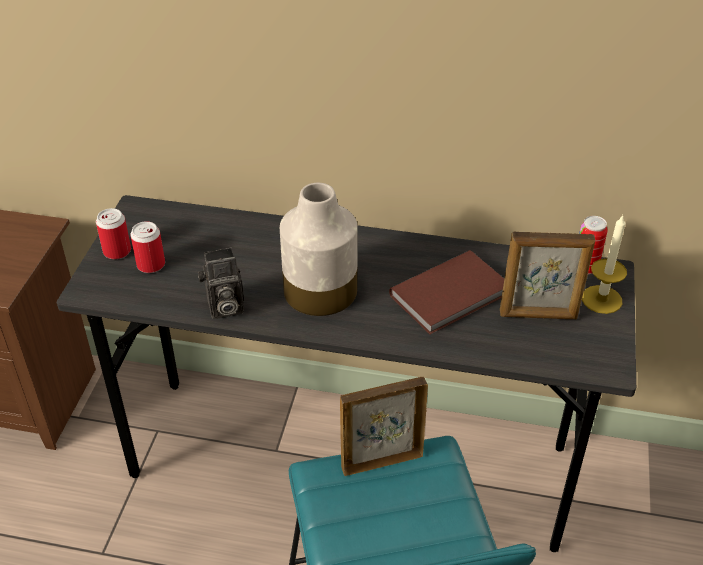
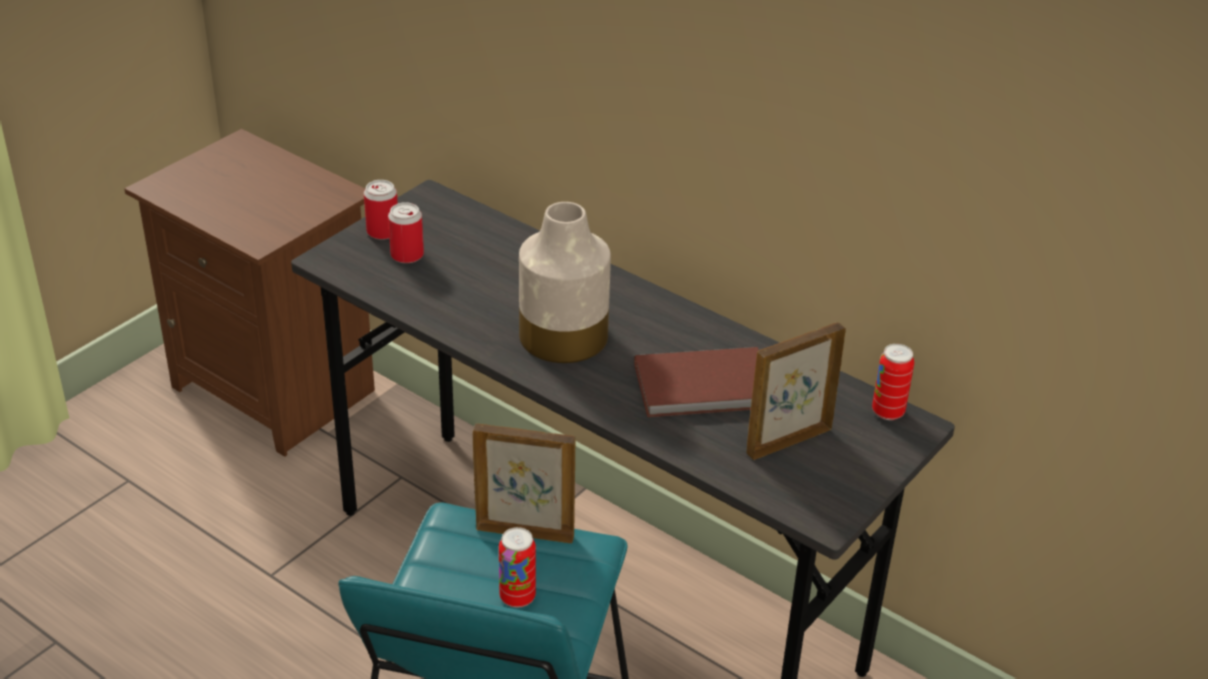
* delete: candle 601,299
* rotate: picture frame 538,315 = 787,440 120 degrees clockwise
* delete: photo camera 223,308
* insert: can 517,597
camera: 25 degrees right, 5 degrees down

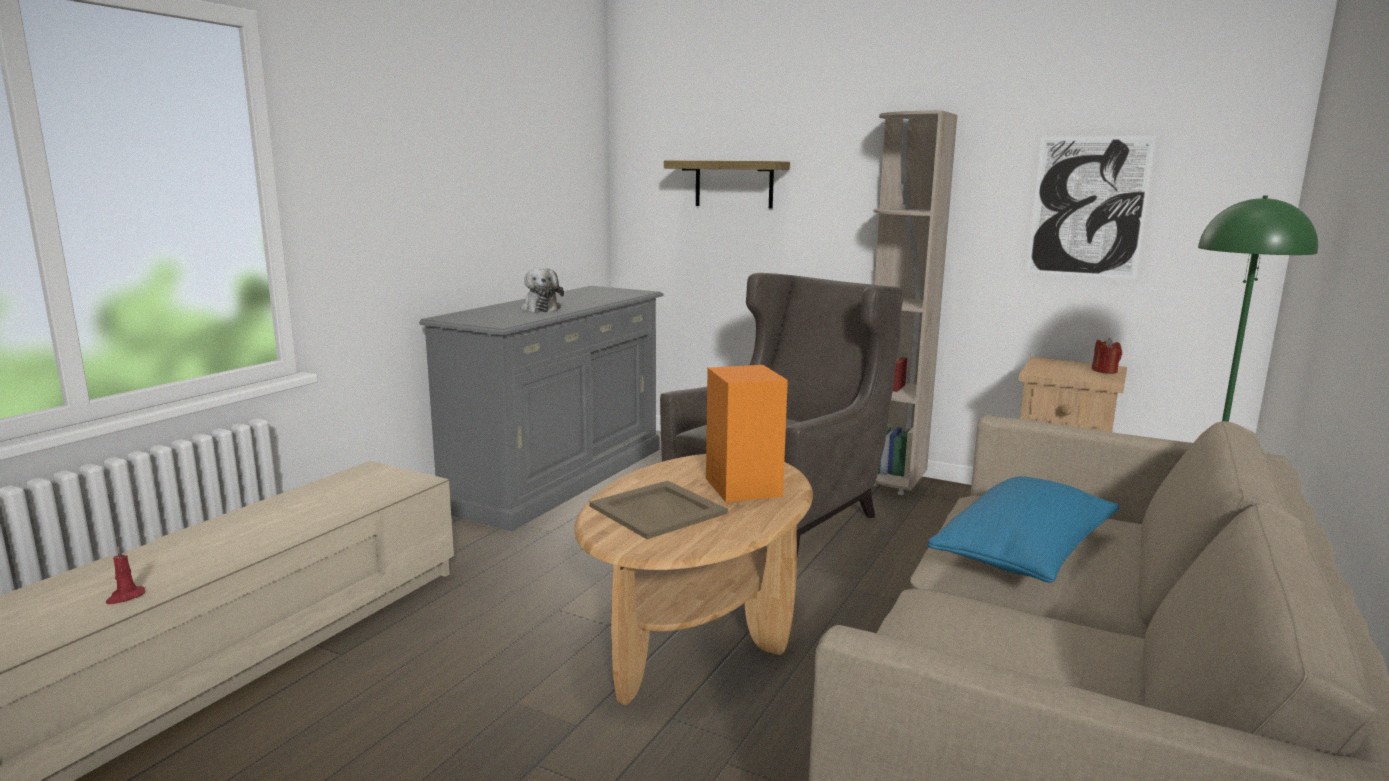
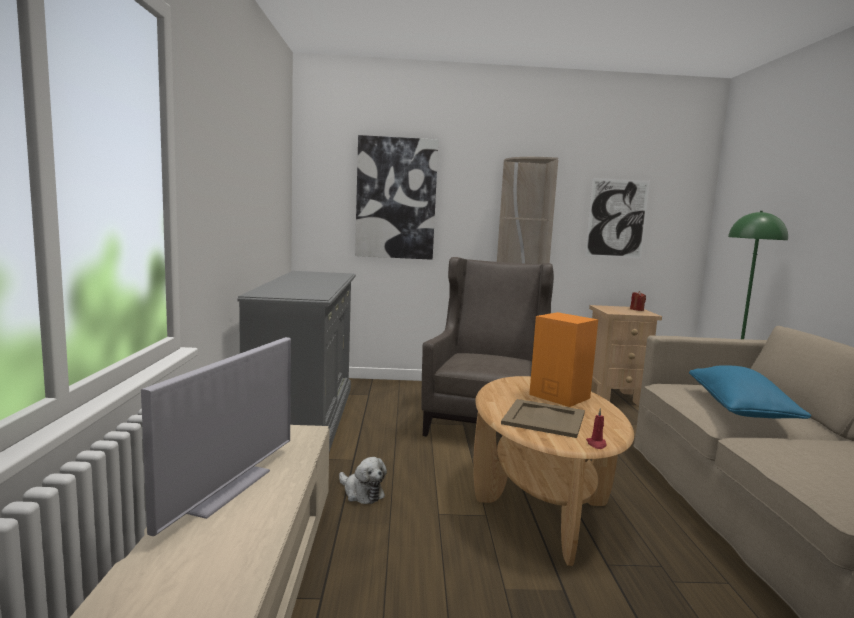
* replace: shelf 734,184 to picture 396,198
* move: plush toy 540,308 to 361,493
* move: red candle 125,597 to 596,444
* insert: television 225,489
camera: 30 degrees left, 5 degrees down

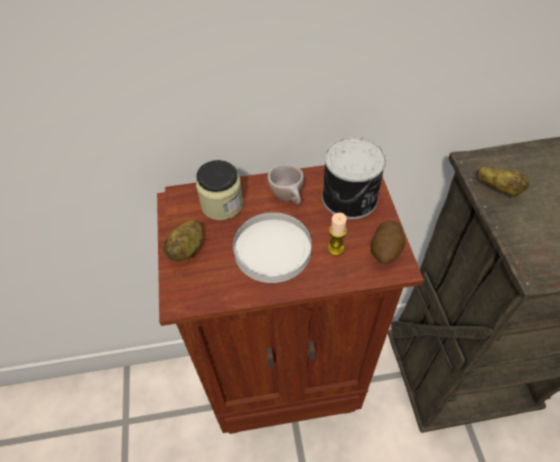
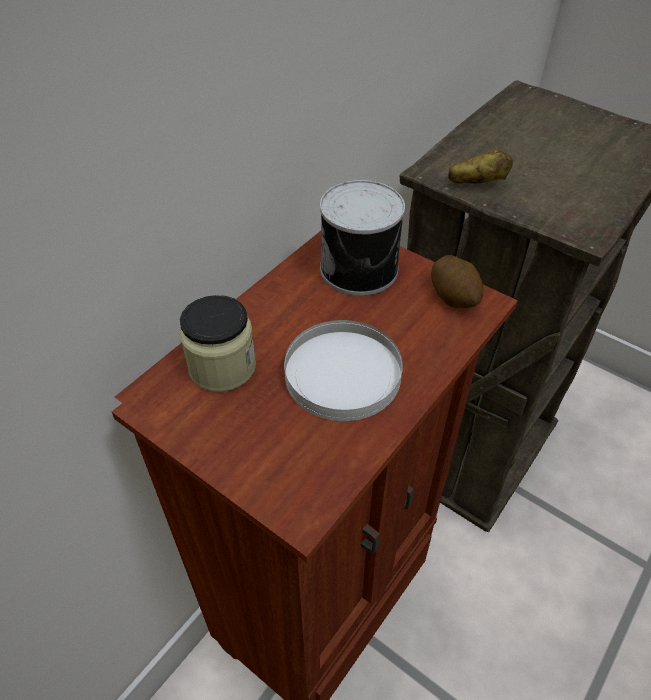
* delete: beige cup 289,198
* delete: candle 335,249
* delete: potato 188,249
camera: 45 degrees left, 5 degrees down

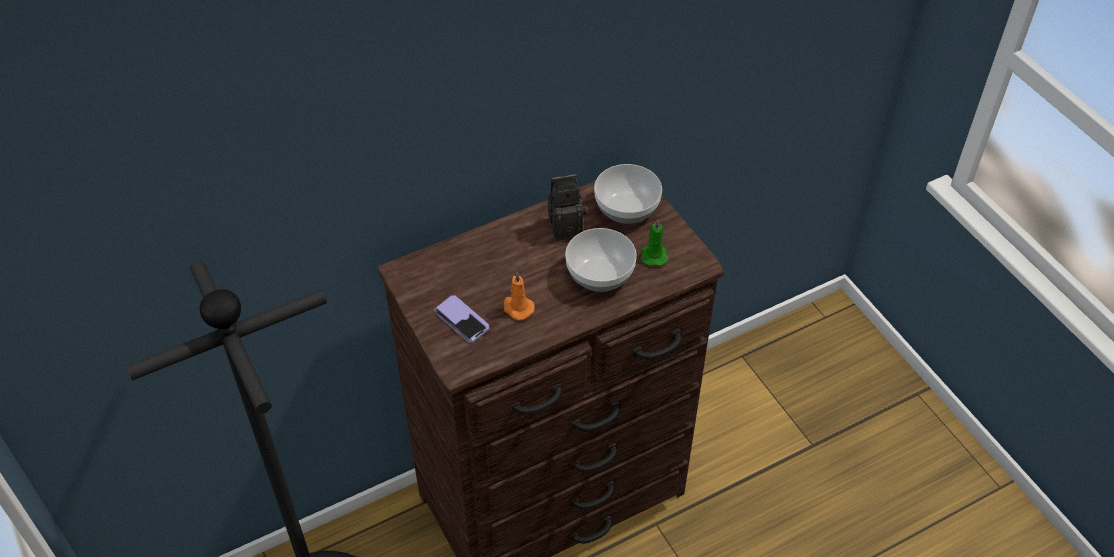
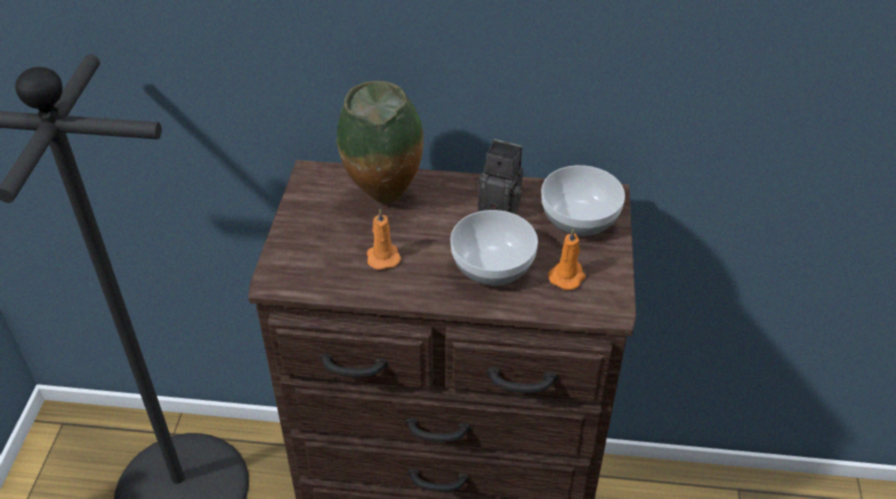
* recolor: green candle 654,255 to orange candle 567,276
* delete: phone 462,320
* insert: vase 385,200
camera: 35 degrees right, 5 degrees down

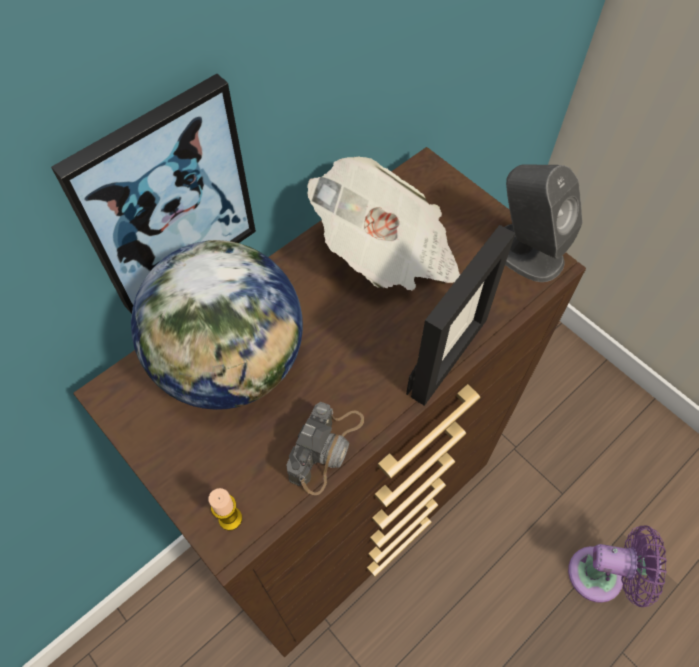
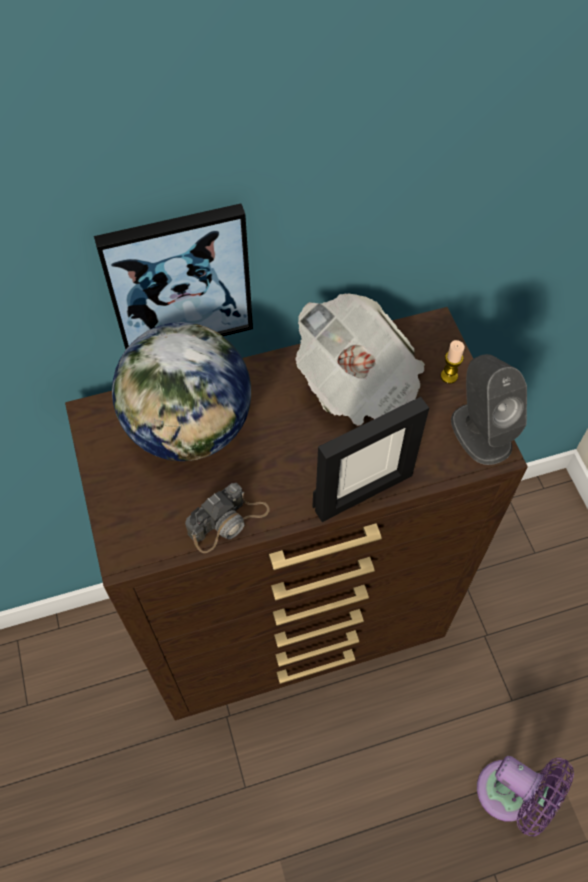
* move: candle 230,518 to 449,376
camera: 25 degrees right, 0 degrees up

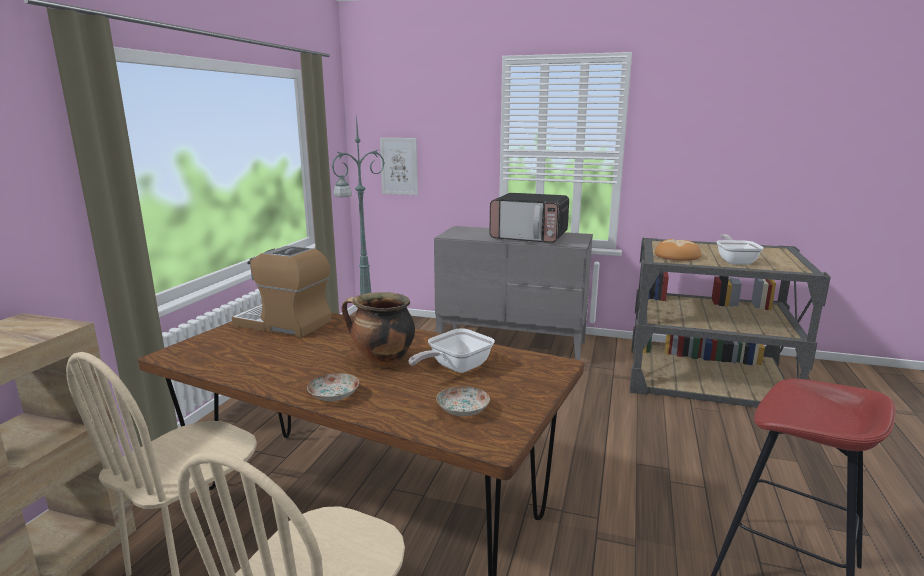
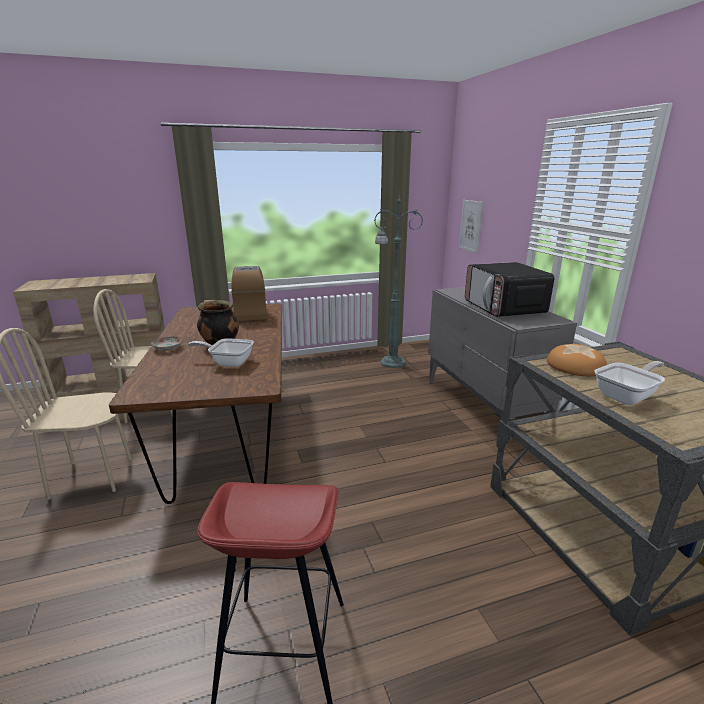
* delete: plate 463,410
camera: 55 degrees right, 5 degrees up

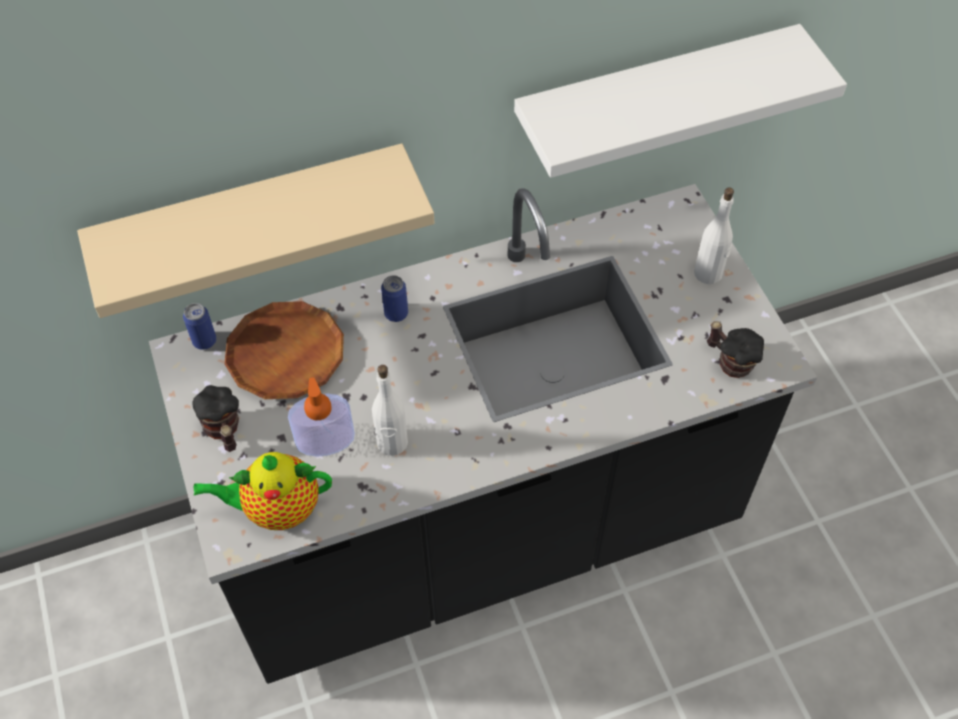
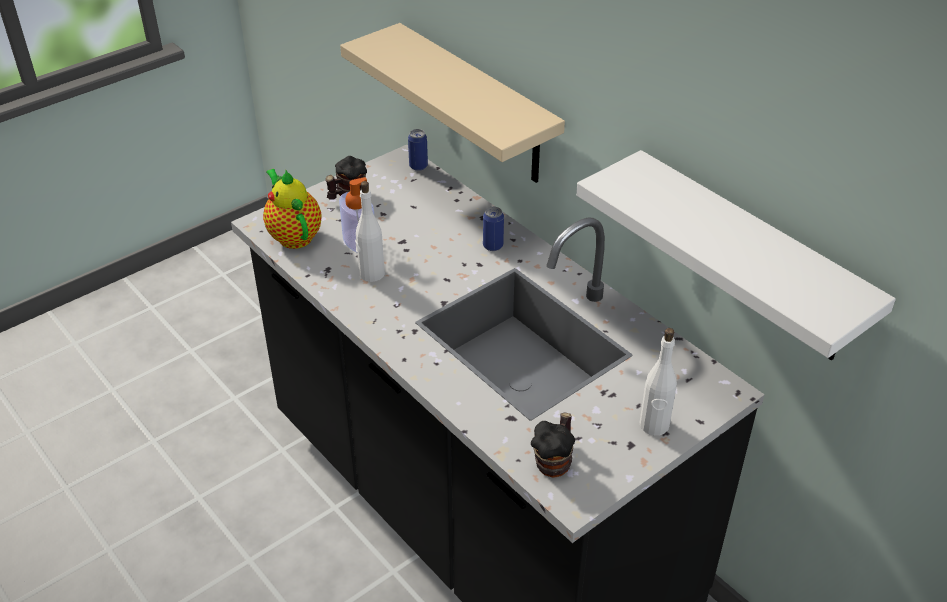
* delete: brown plate 286,355
camera: 70 degrees right, 15 degrees down

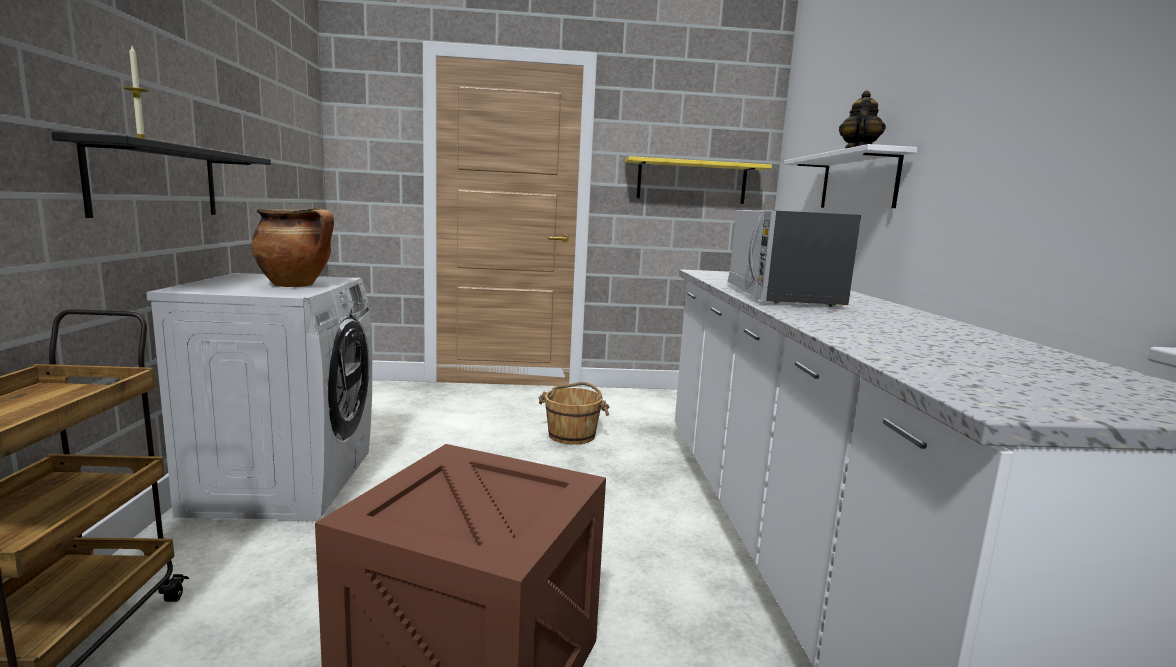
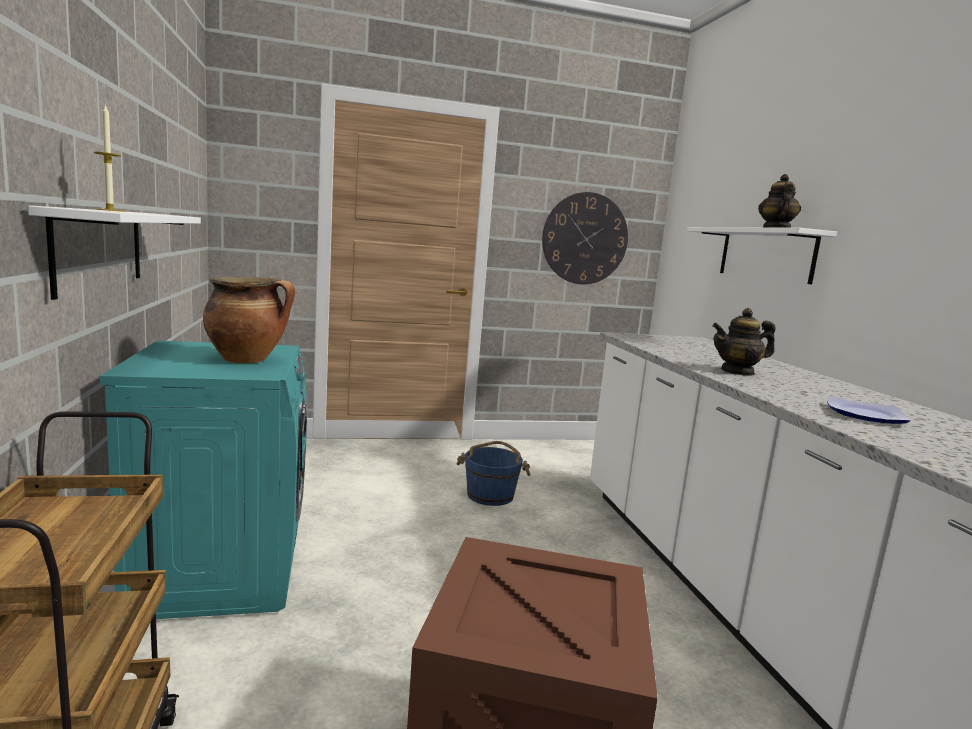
* recolor: black shelf 156,181 to white shelf 99,248
* replace: yellow shelf 691,182 to wall clock 585,238
* replace: microwave 781,296 to teapot 738,372
* recolor: white washing machine 284,485 to turquoise washing machine 221,571
* recolor: brown bucket 572,435 to blue bucket 490,495
* insert: plate 866,415
camera: 10 degrees left, 0 degrees up

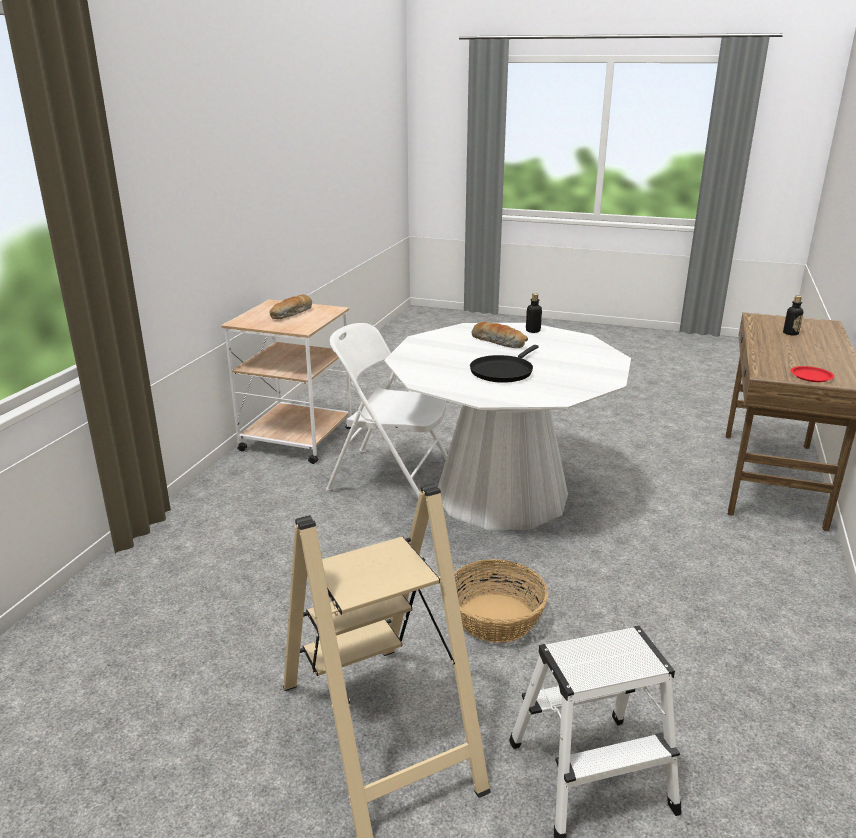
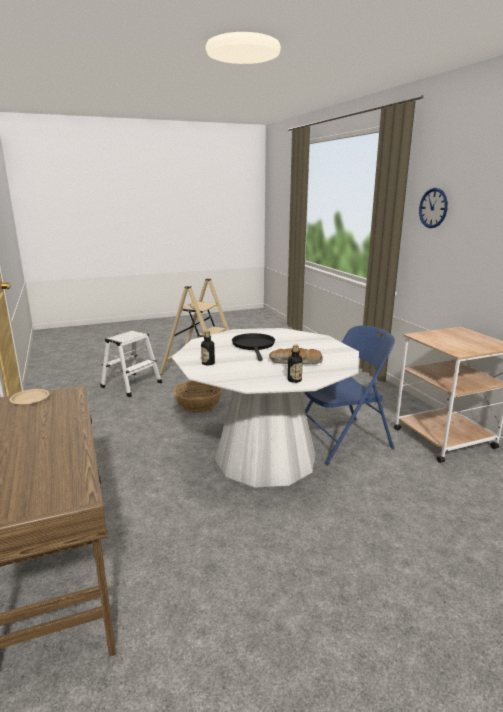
* delete: bread 292,314
* move: bottle 790,333 to 208,363
* recolor: white chair 391,477 to blue chair 342,440
* recolor: red plate 811,377 to beige plate 30,399
* insert: wall clock 433,208
camera: 140 degrees right, 5 degrees down

